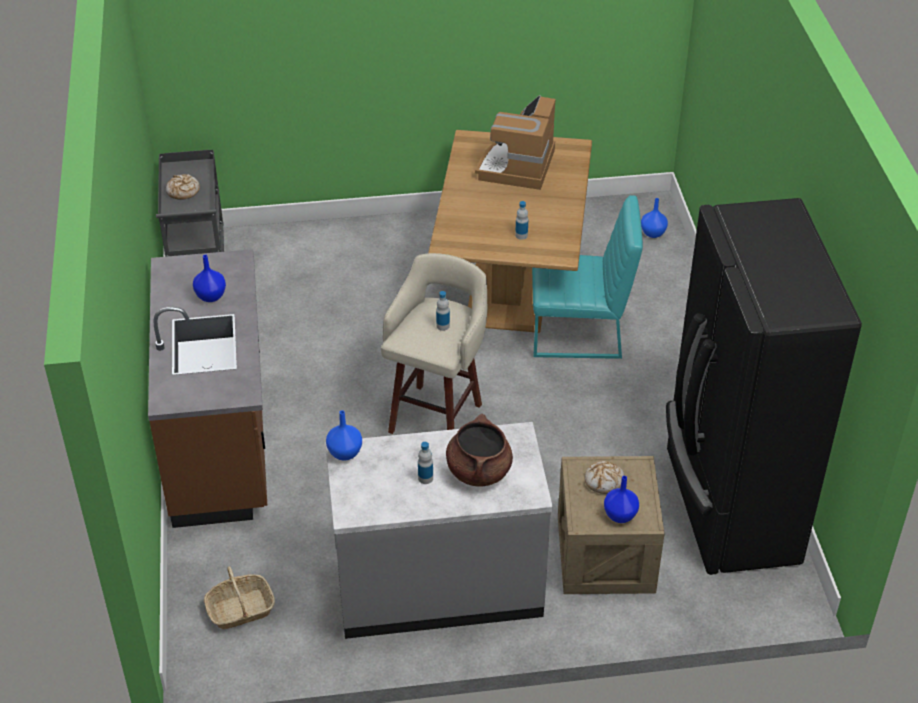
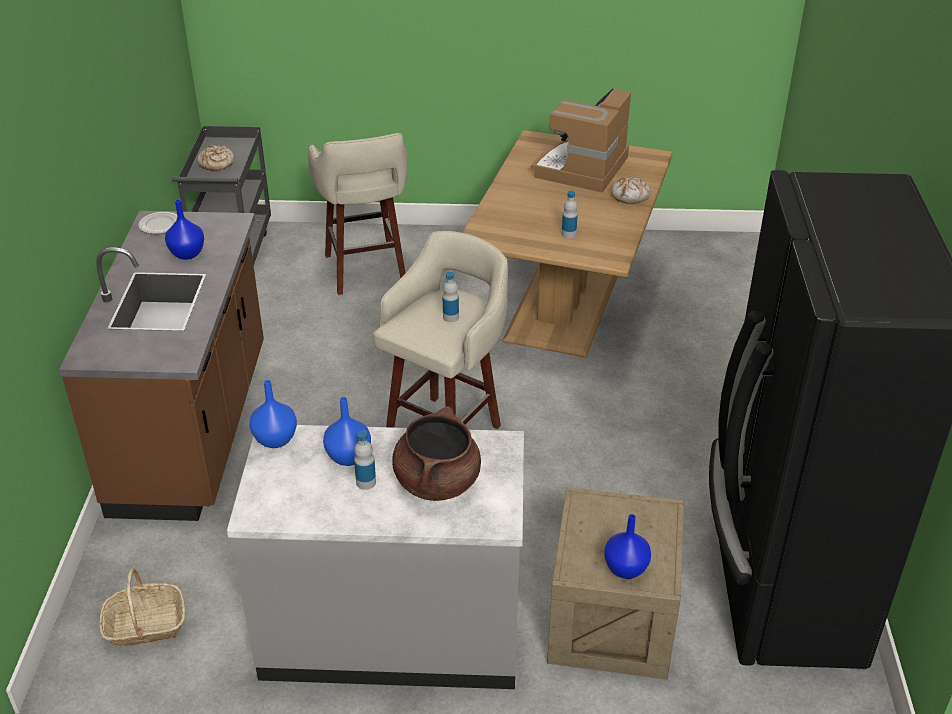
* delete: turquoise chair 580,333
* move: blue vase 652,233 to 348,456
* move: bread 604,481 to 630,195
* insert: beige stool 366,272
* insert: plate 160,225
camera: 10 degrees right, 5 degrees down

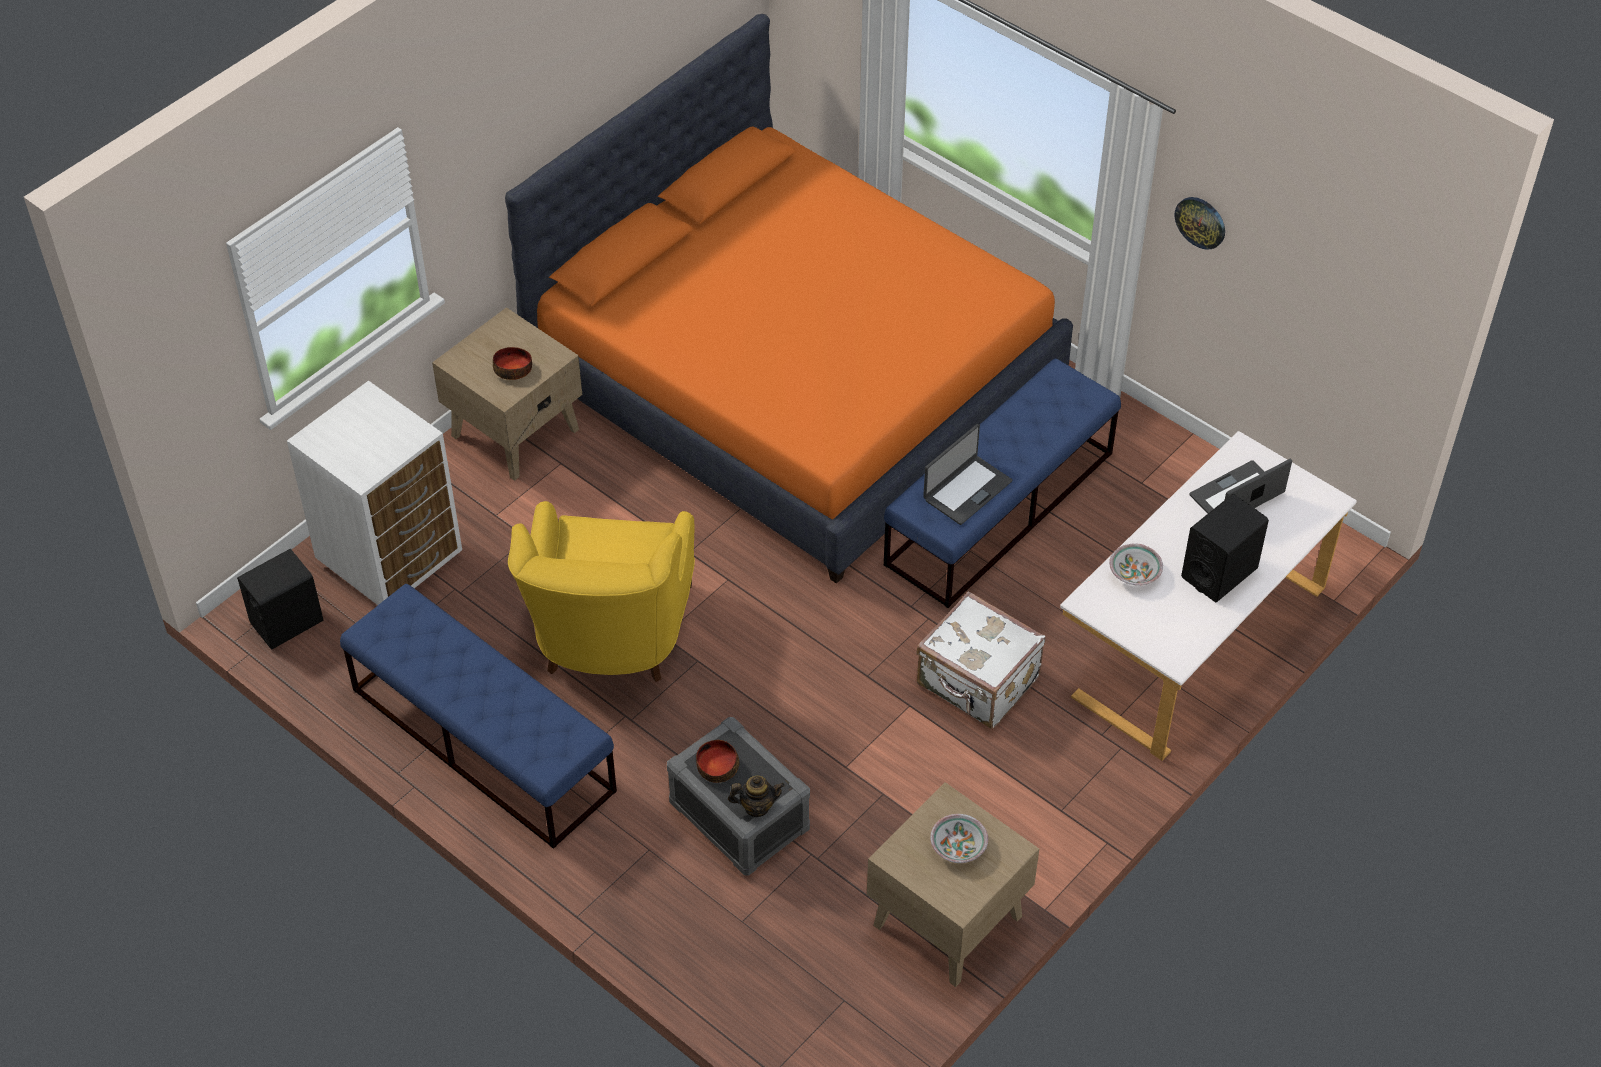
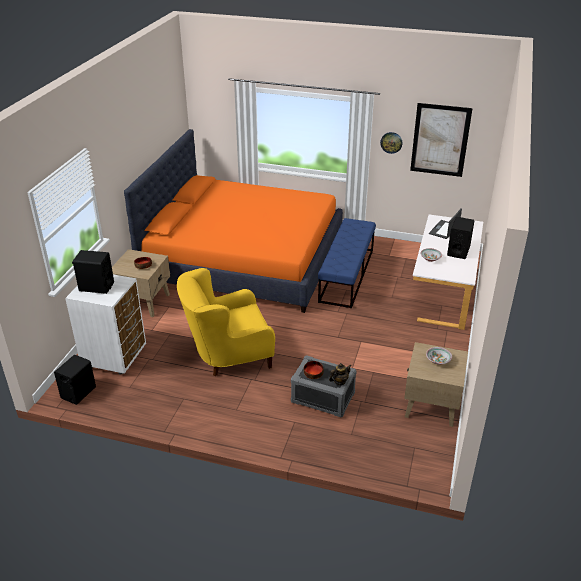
* delete: laptop 966,490
* rotate: yellow armchair 610,640 = 228,356 90 degrees clockwise
* delete: blue bench 482,739
* delete: white suitcase 977,683
* insert: picture 440,140
* insert: black speaker 96,287
camera: 25 degrees left, 15 degrees down

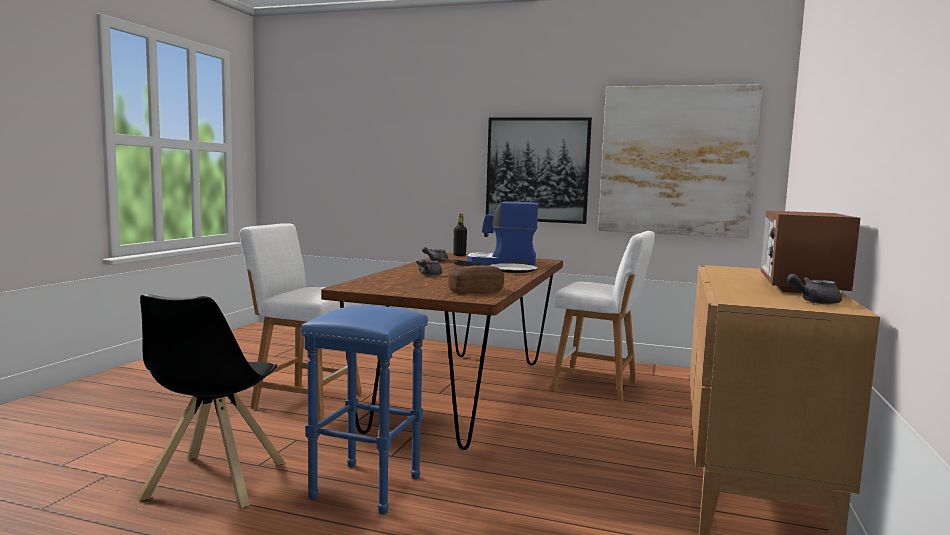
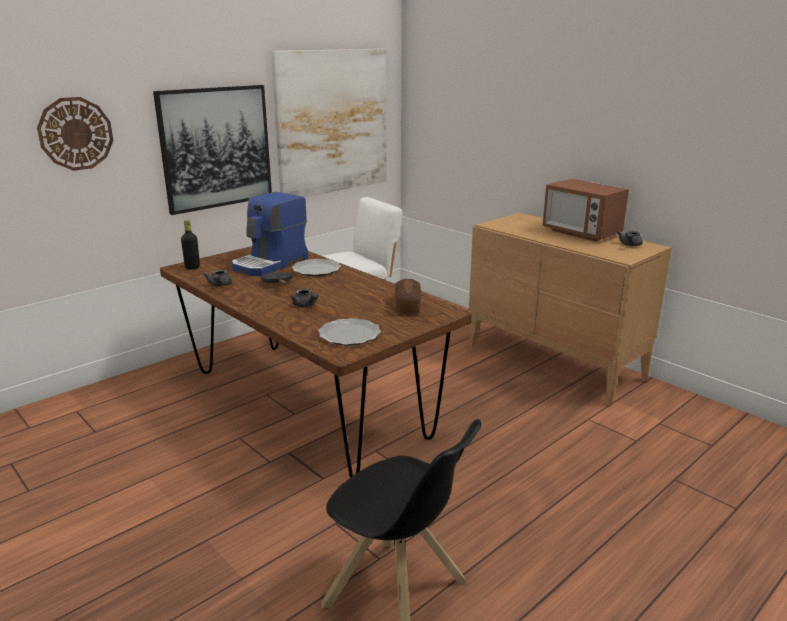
* delete: white stool 303,400
* delete: blue stool 363,487
* insert: wall clock 76,134
* insert: plate 349,335
camera: 60 degrees left, 15 degrees up

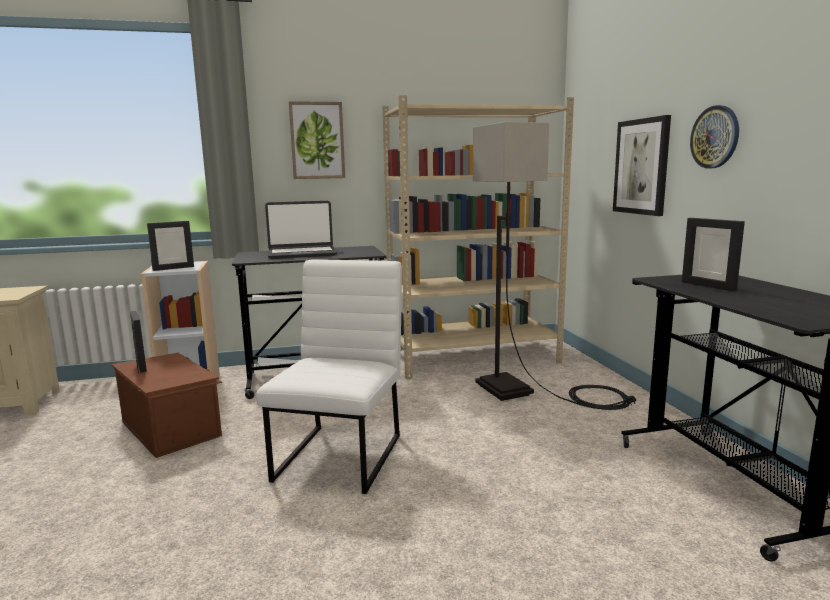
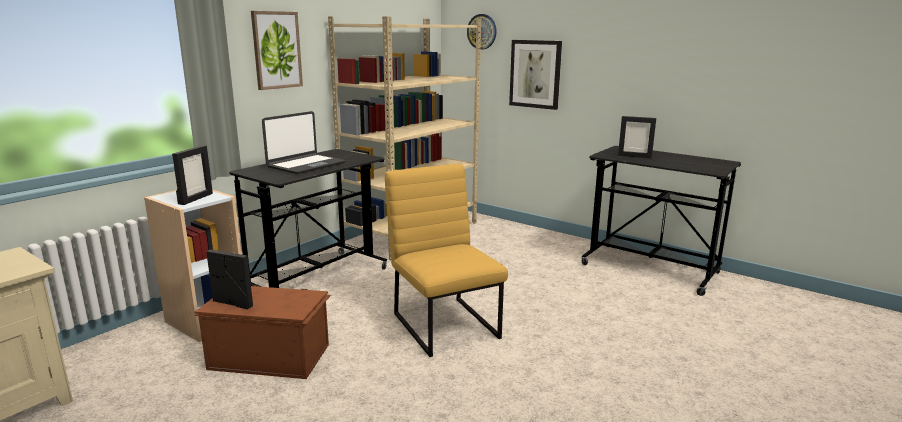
* move: wall clock 715,137 to 482,31
* delete: floor lamp 554,394
* recolor: white chair 341,455 to yellow chair 444,323
camera: 40 degrees left, 5 degrees up

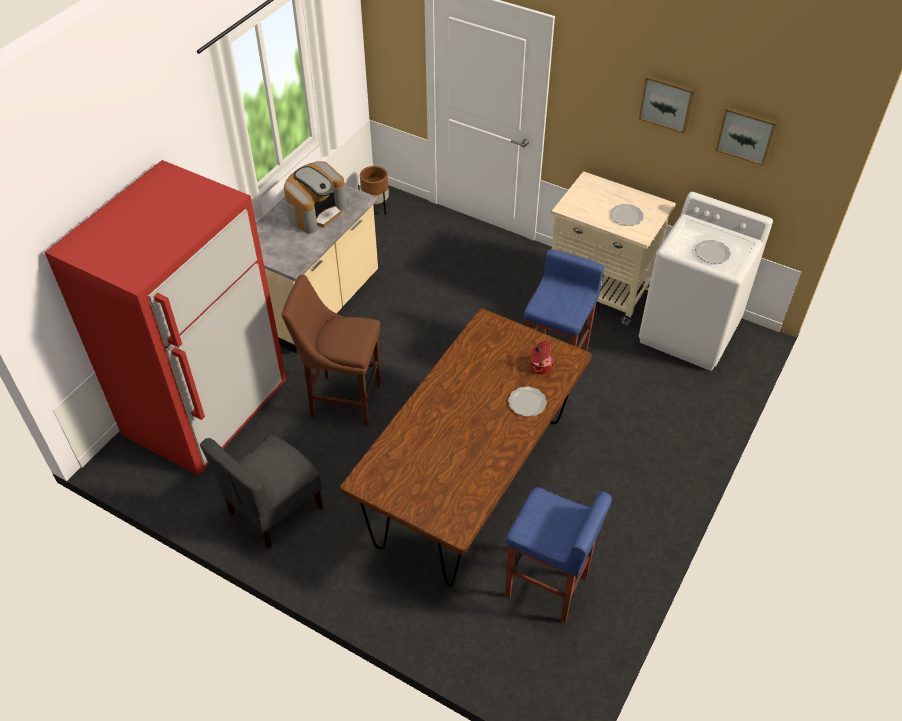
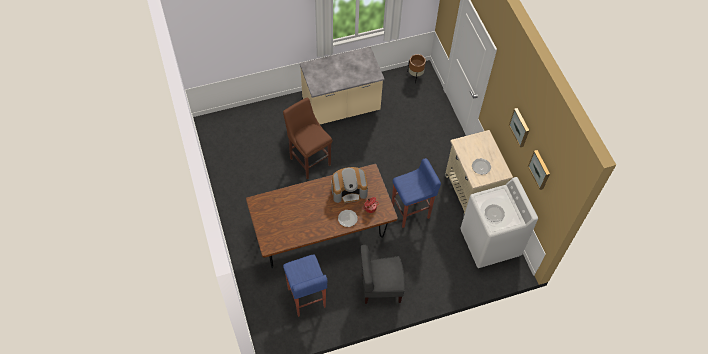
* delete: red fridge 207,406
* move: coffee machine 316,212 to 349,190
* move: grey chair 274,510 to 380,287
camera: 40 degrees right, 10 degrees up

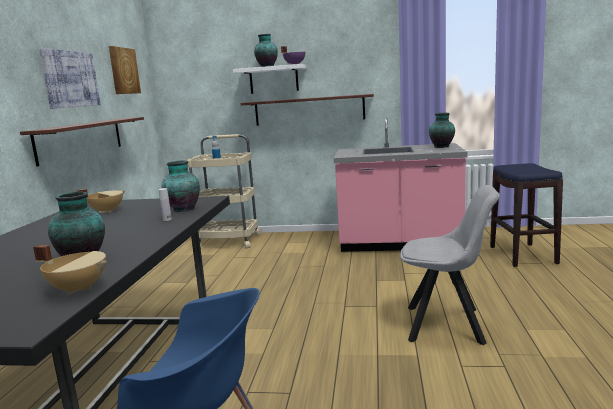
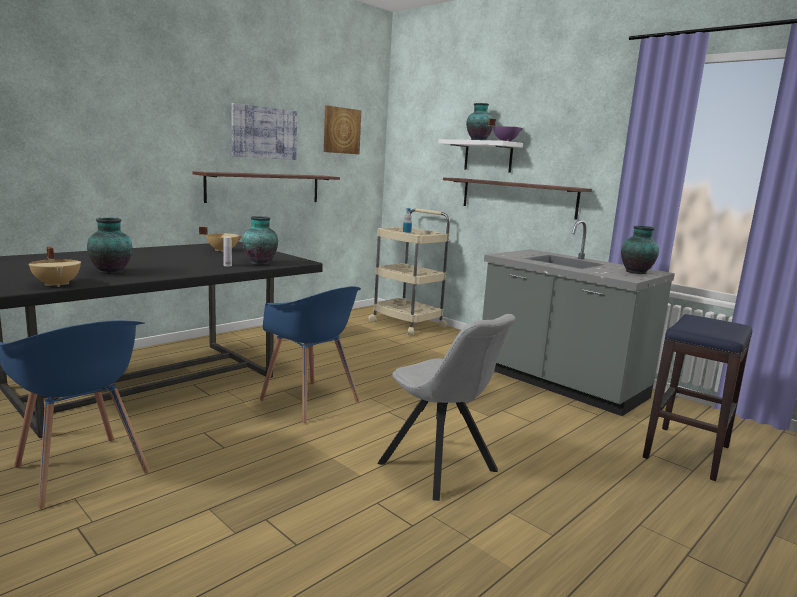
* recolor: pink counter 399,244 to grey counter 559,384
* insert: blue chair 310,402
camera: 35 degrees right, 0 degrees up

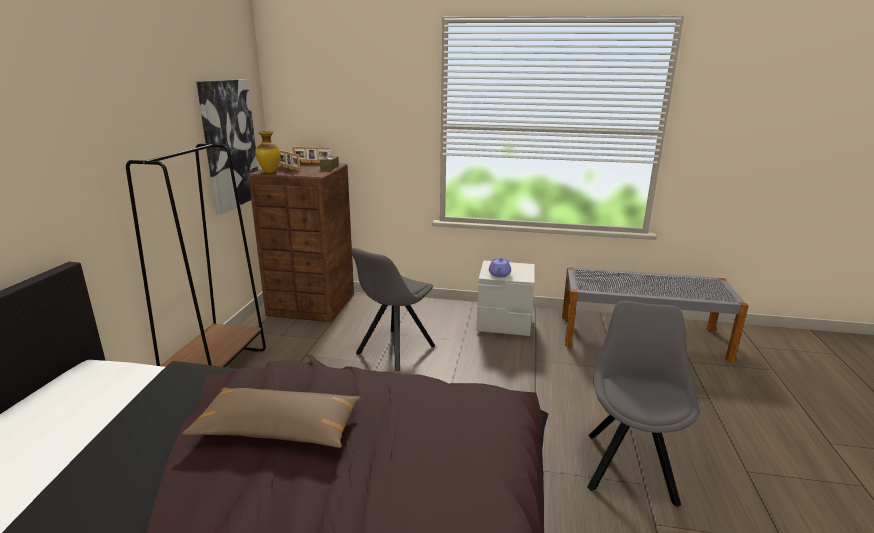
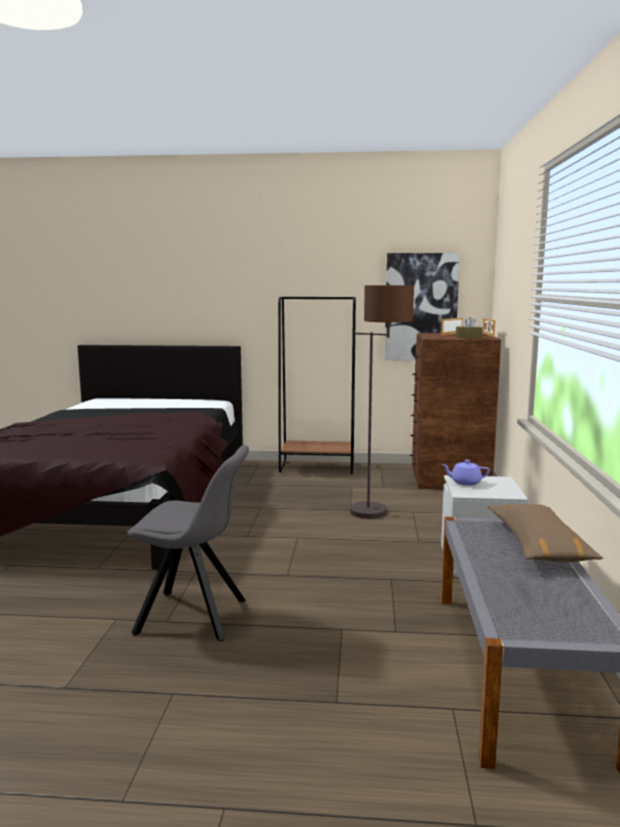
* delete: vase 269,172
* replace: grey chair 395,349 to brown floor lamp 378,514
* move: brown pillow 278,429 to 538,545
camera: 85 degrees right, 10 degrees down

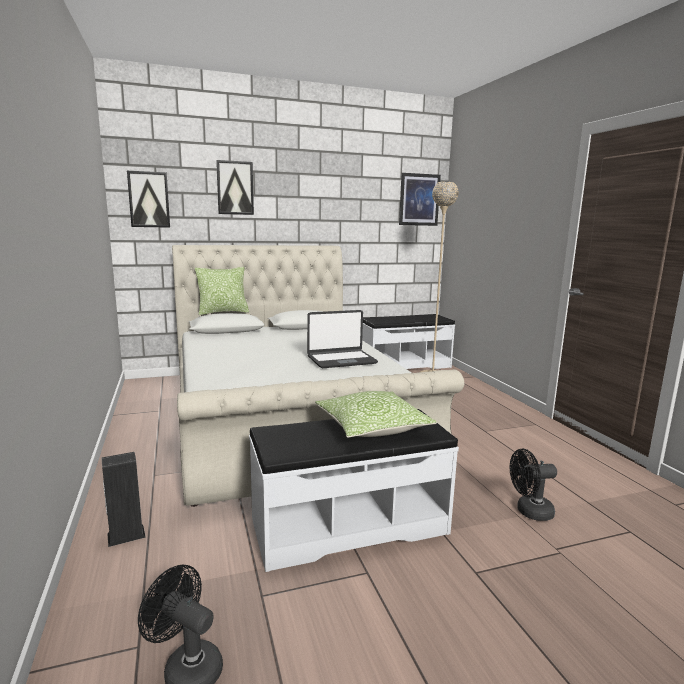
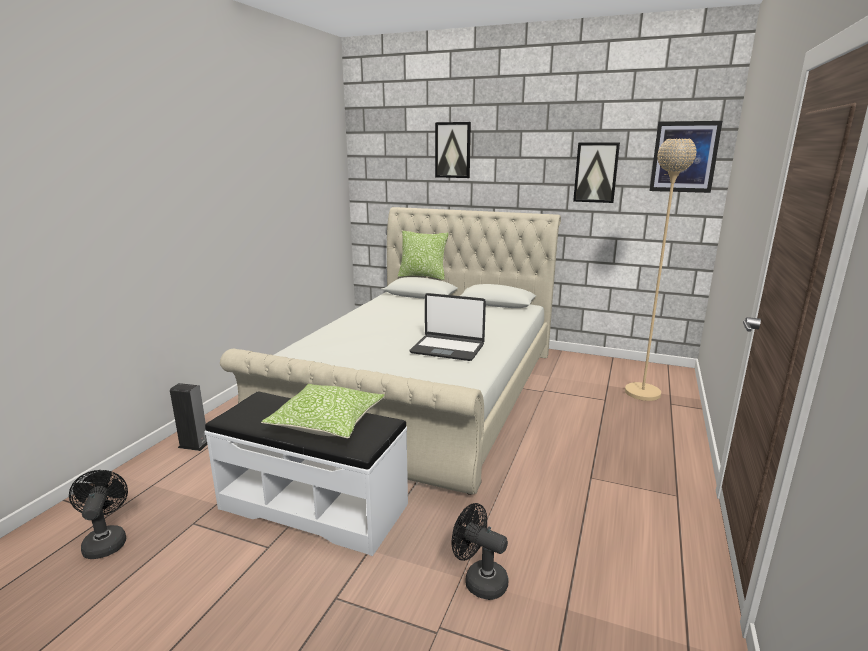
* move: picture 149,199 to 596,172
* delete: white bench 404,365
camera: 40 degrees right, 5 degrees up

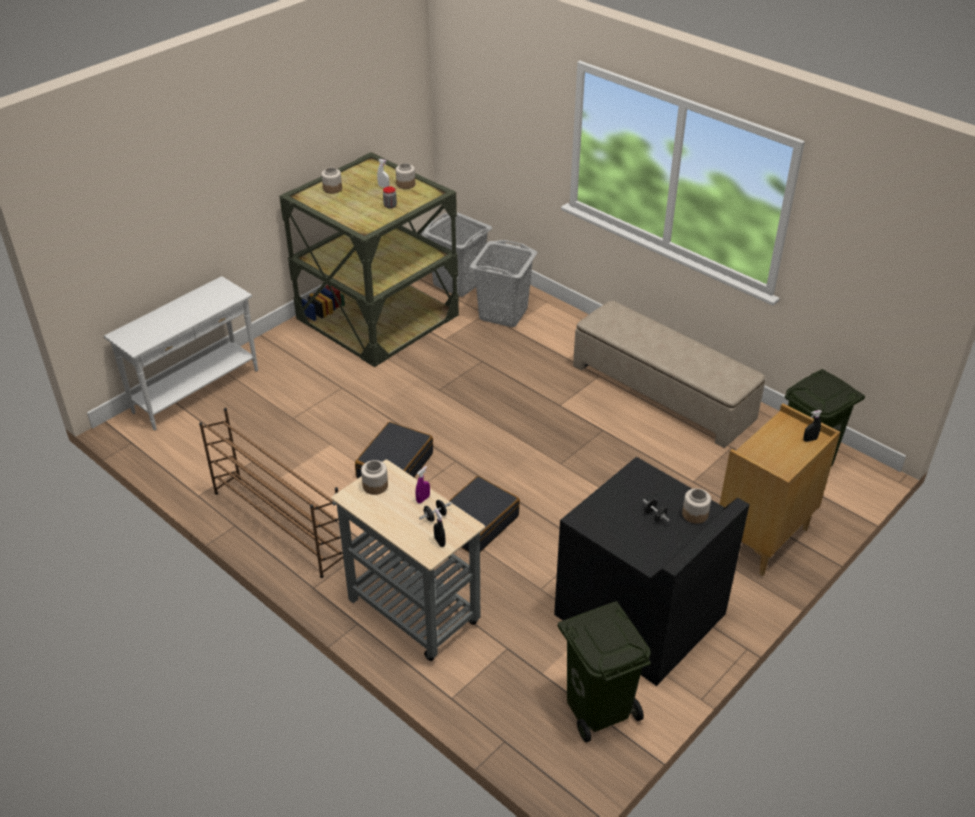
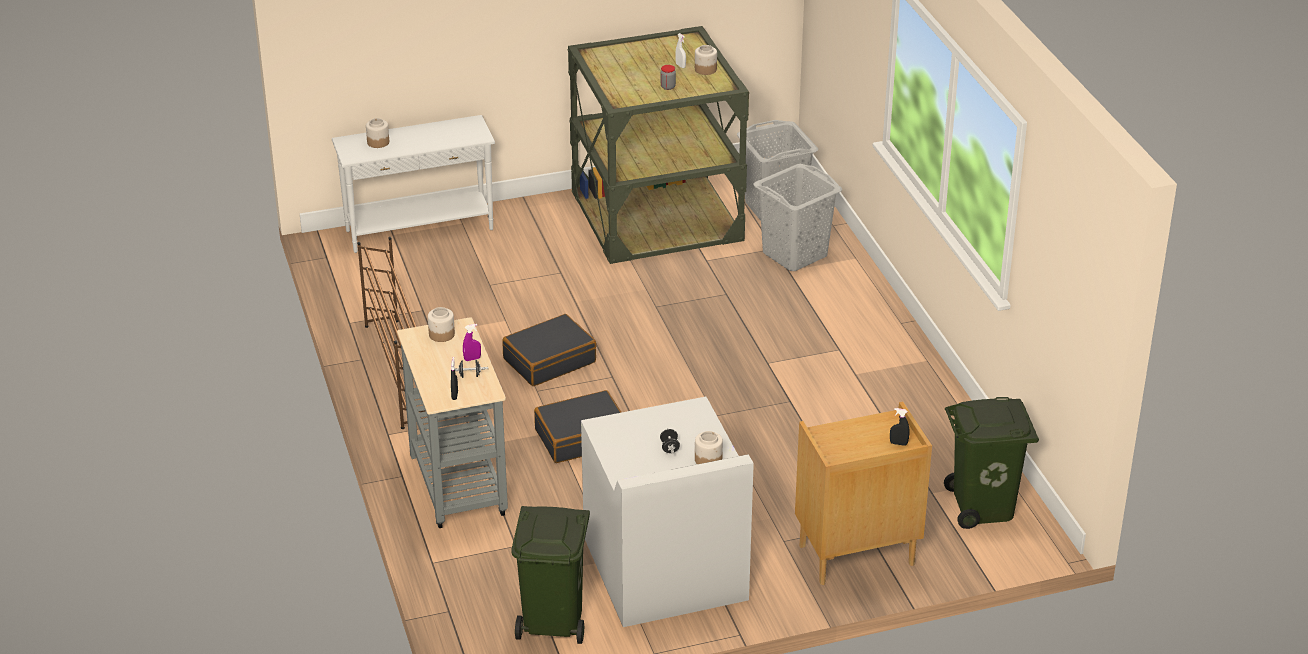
* move: jar 332,189 to 378,142
* delete: beige bench 663,392
* recolor: black washing machine 638,614 to white washing machine 663,568
camera: 30 degrees right, 5 degrees down

